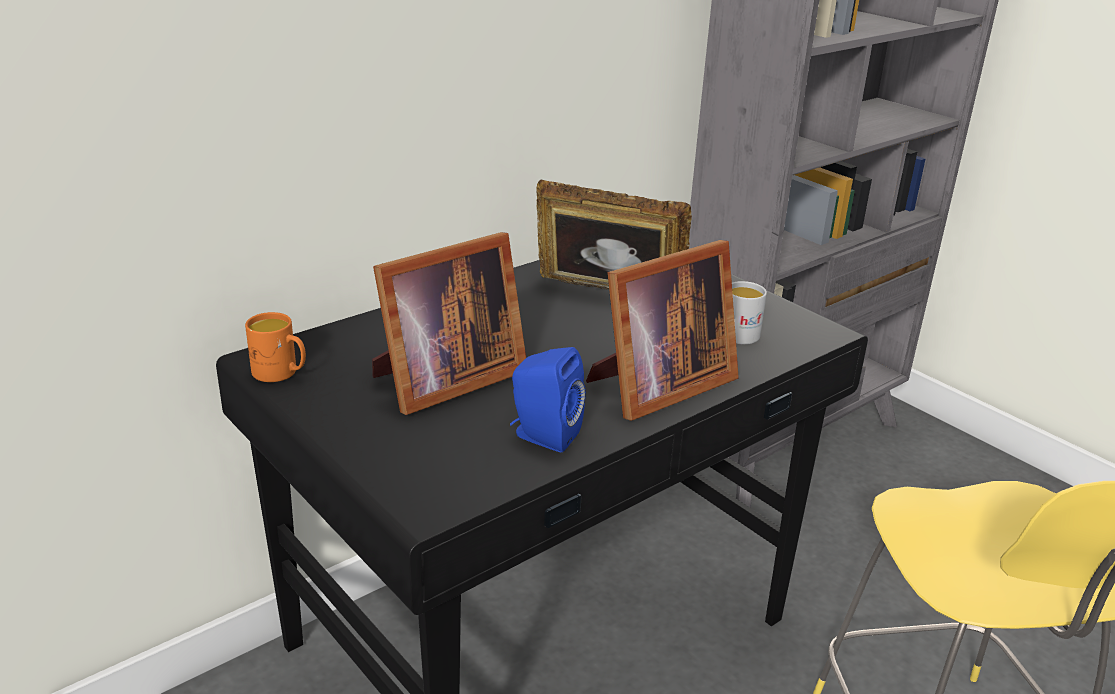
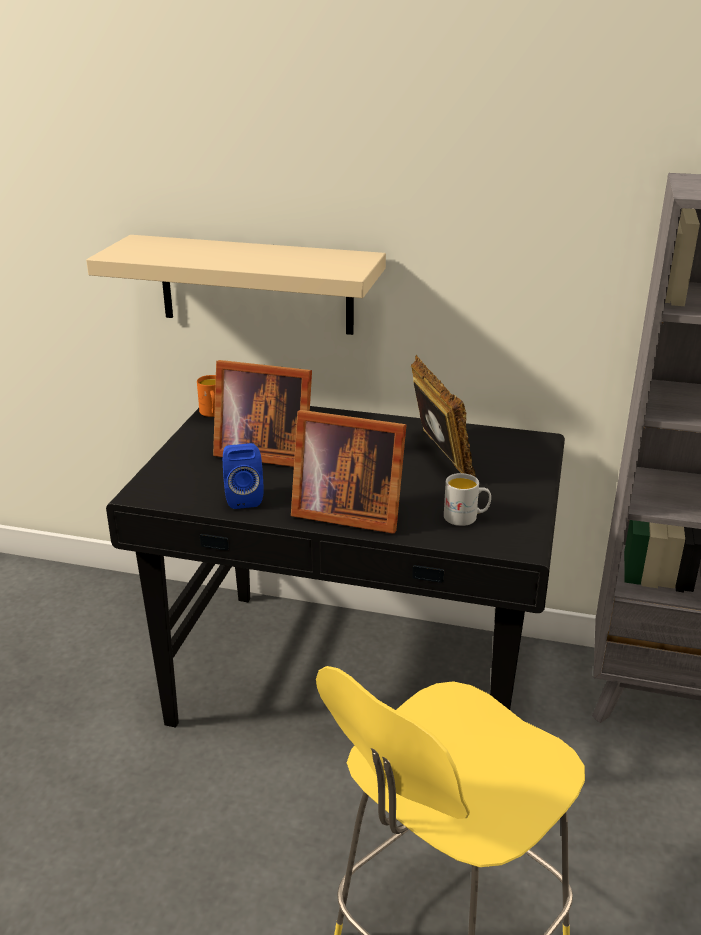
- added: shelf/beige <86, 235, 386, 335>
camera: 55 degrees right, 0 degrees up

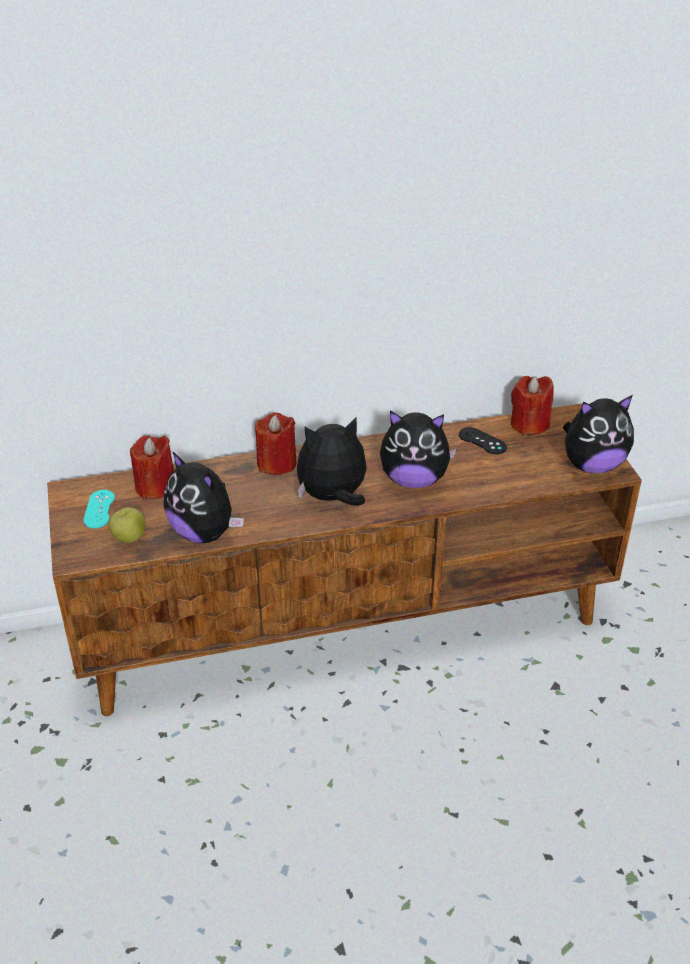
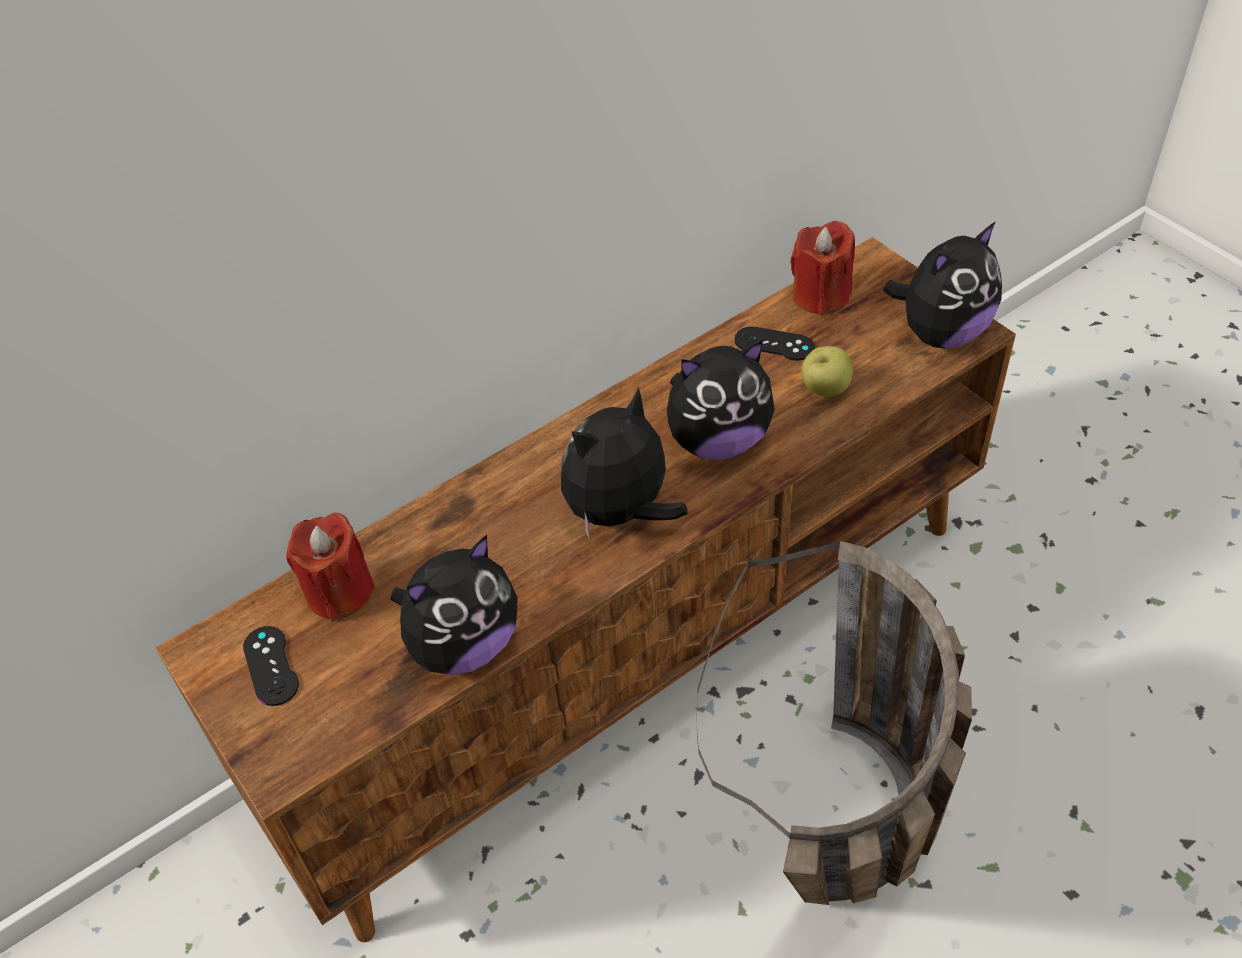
- removed: candle/red <255, 412, 297, 475>
- turned: plush toy <164, 451, 244, 543> = <390, 535, 518, 675> 60 degrees counterclockwise
- recoloured: game controller/turquoise <83, 490, 115, 528> to game controller/black <243, 626, 299, 706>
- moved: apple <108, 507, 145, 543> to <801, 346, 853, 397>
- added: basket <697, 541, 972, 905>
camera: 20 degrees left, 10 degrees up

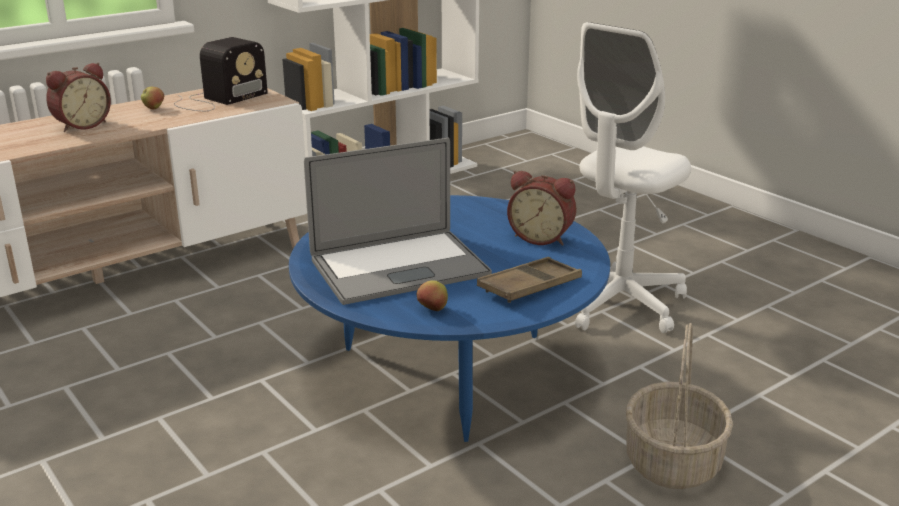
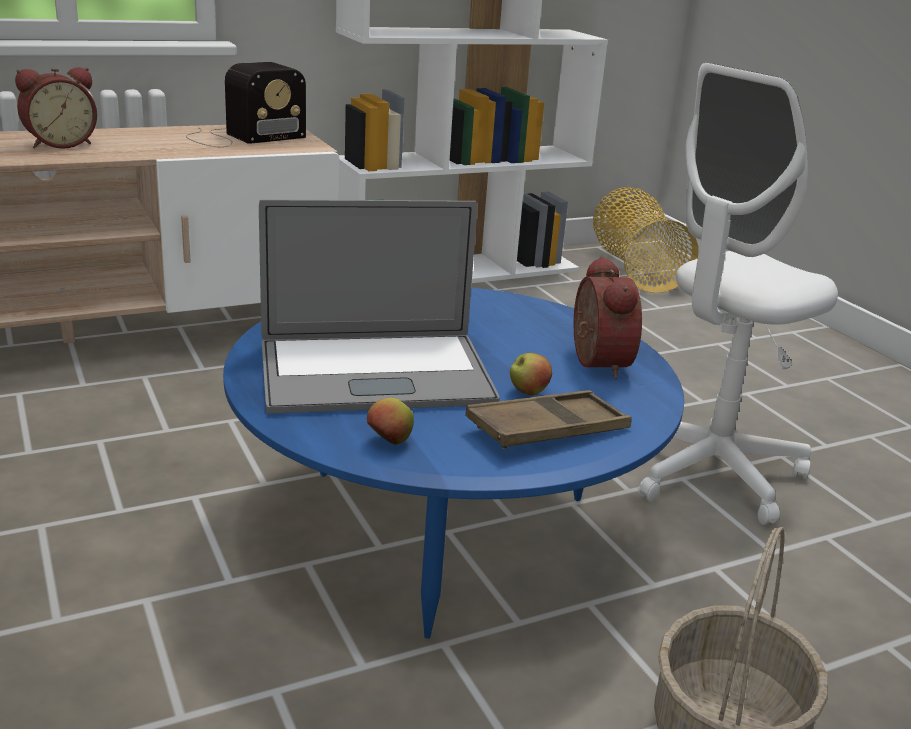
- moved: apple <141, 87, 164, 110> to <510, 353, 552, 395>
- turned: alarm clock <507, 171, 576, 246> = <574, 256, 642, 379> 135 degrees counterclockwise
- added: basket <593, 187, 699, 293>
camera: 10 degrees right, 0 degrees up

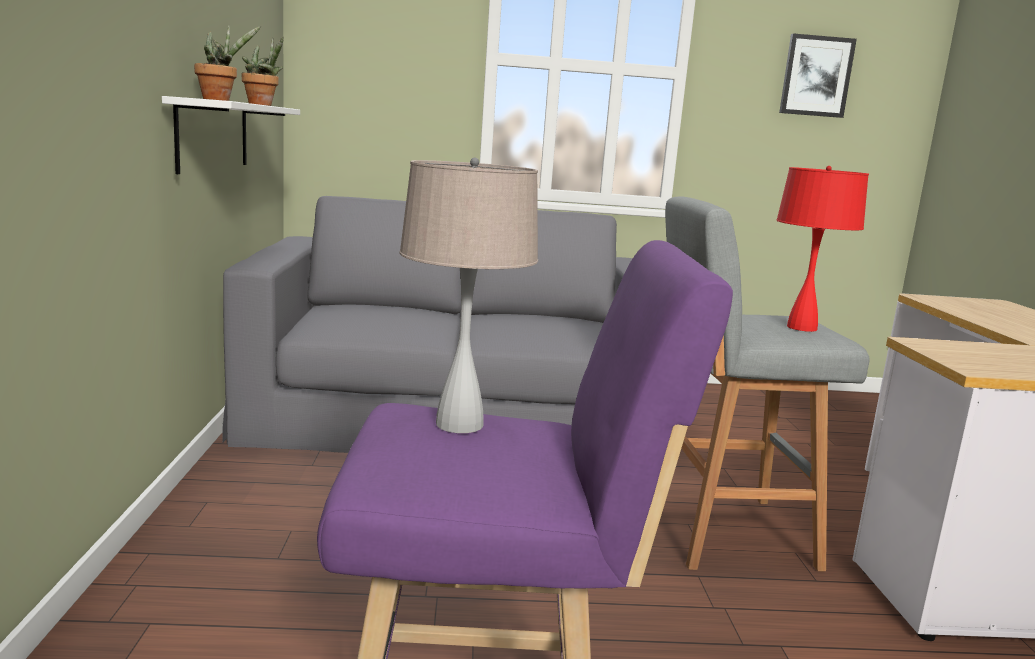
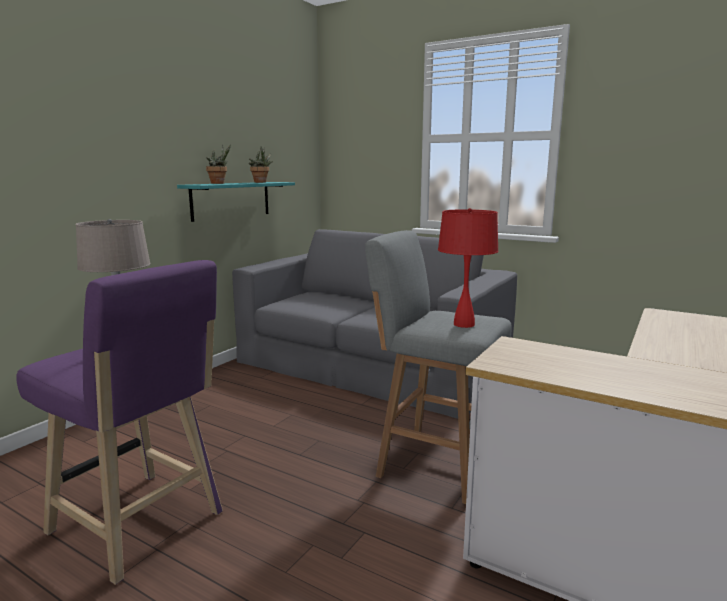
- removed: picture <779, 33, 857, 118>
- recoloured: shelf/white <162, 96, 300, 174> to shelf/turquoise <177, 182, 295, 222>
camera: 35 degrees right, 0 degrees up

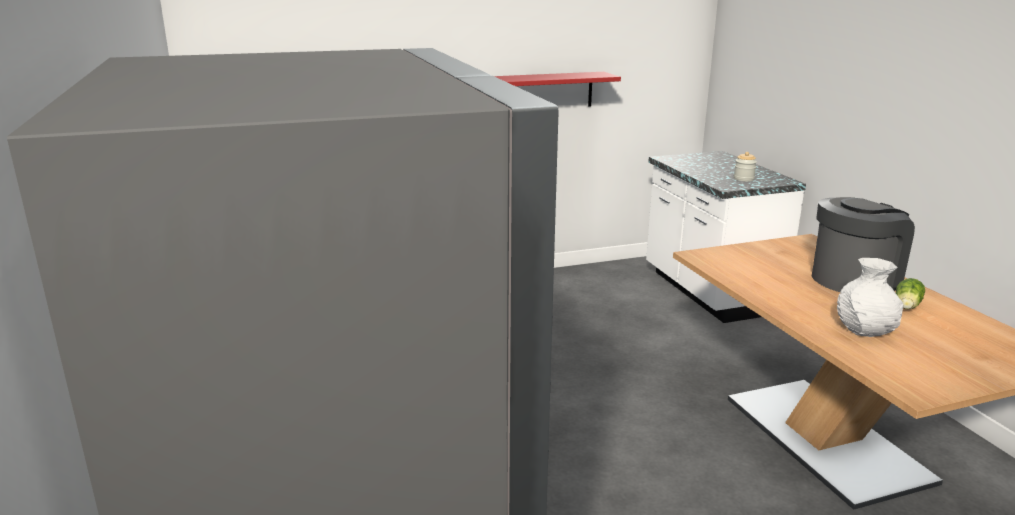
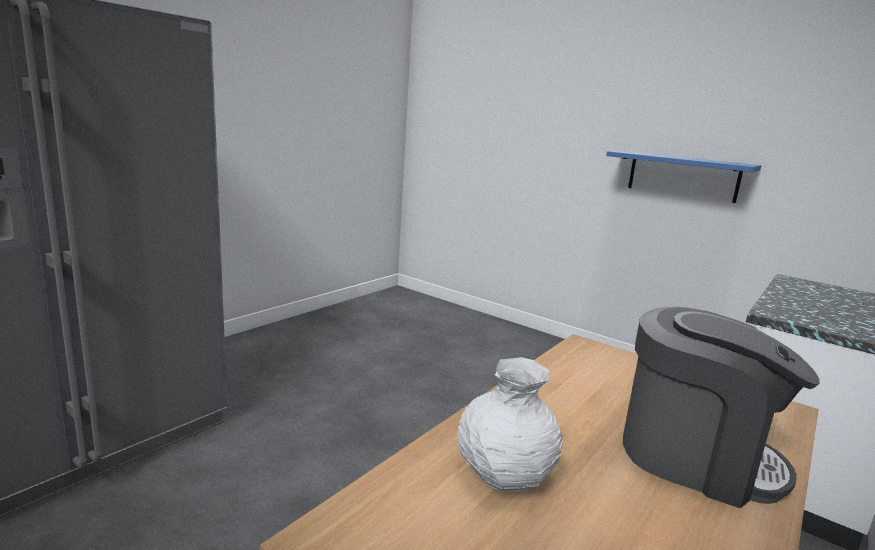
- recoloured: shelf/red <494, 72, 621, 107> to shelf/blue <606, 151, 761, 203>
- removed: jar <734, 152, 757, 181>
- removed: lettuce <896, 278, 925, 309>
camera: 55 degrees right, 5 degrees down

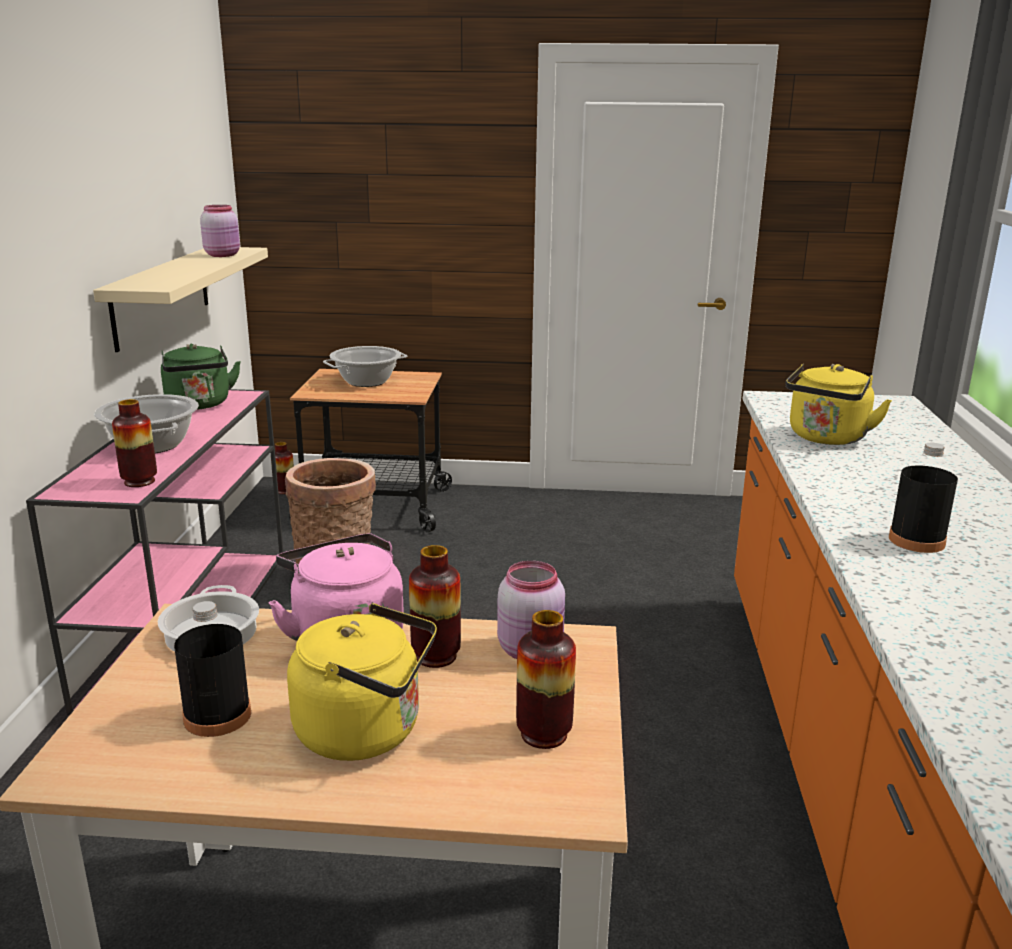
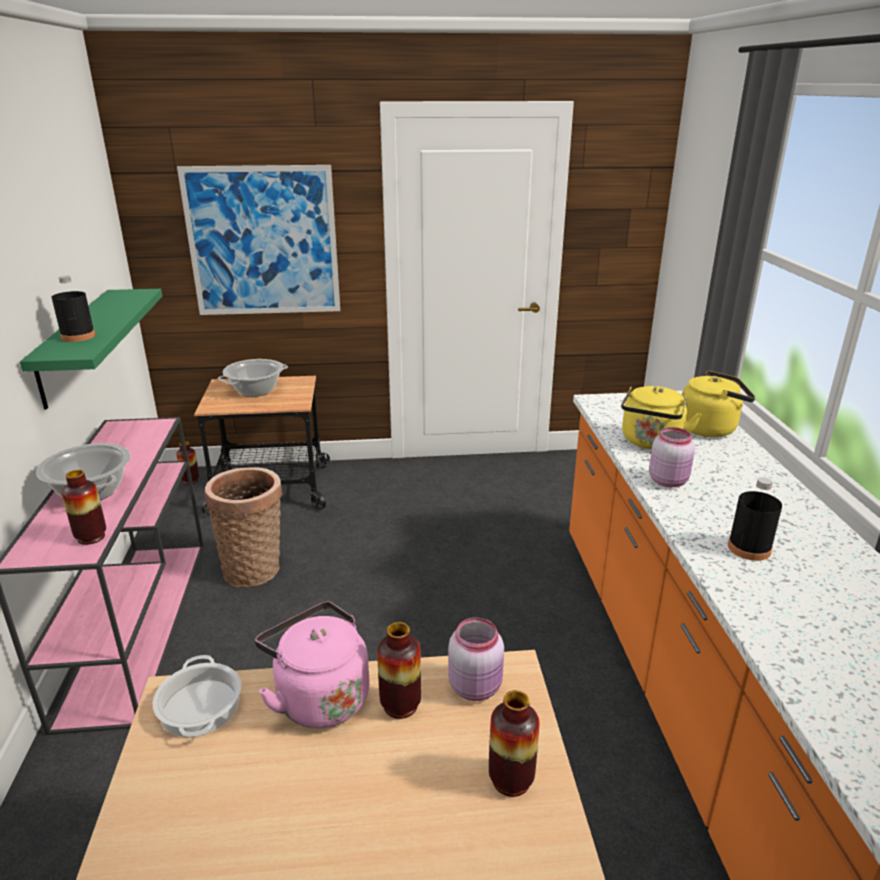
- moved: jar/pink <200, 205, 240, 257> to <649, 427, 695, 487>
- recoloured: shelf/beige <93, 247, 268, 352> to shelf/green <20, 289, 162, 410>
- removed: kettle/green <161, 344, 241, 410>
- moved: bottle/black <174, 601, 251, 737> to <52, 276, 95, 342>
- moved: kettle/yellow <287, 604, 437, 761> to <682, 371, 756, 437>
- added: picture <177, 165, 340, 315>
camera: 10 degrees left, 5 degrees up

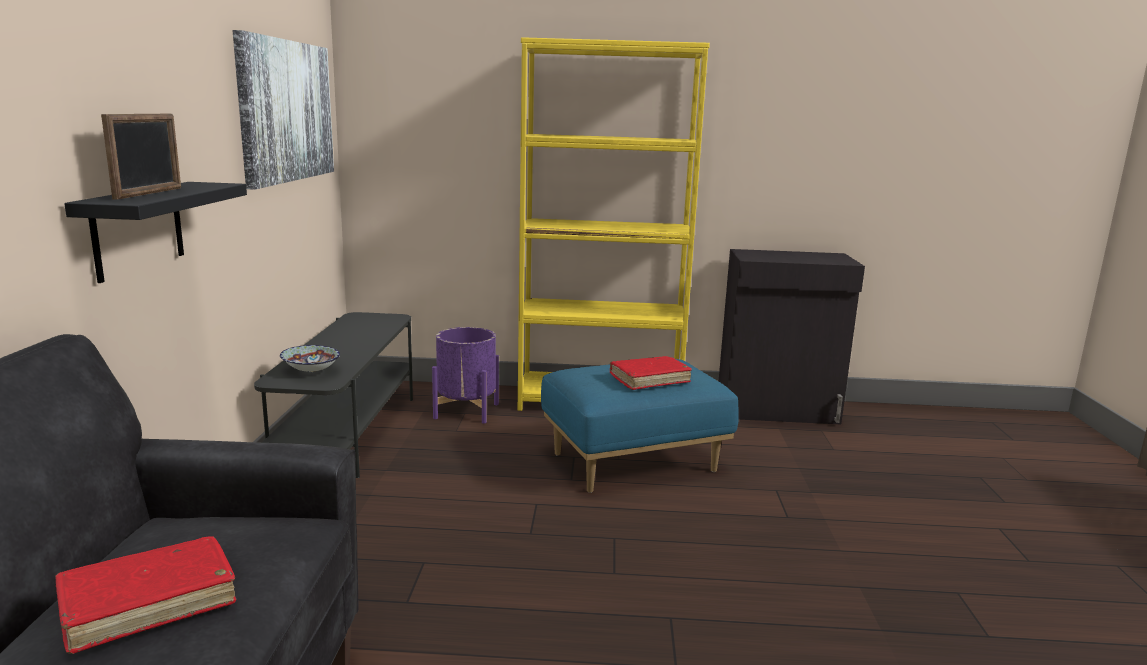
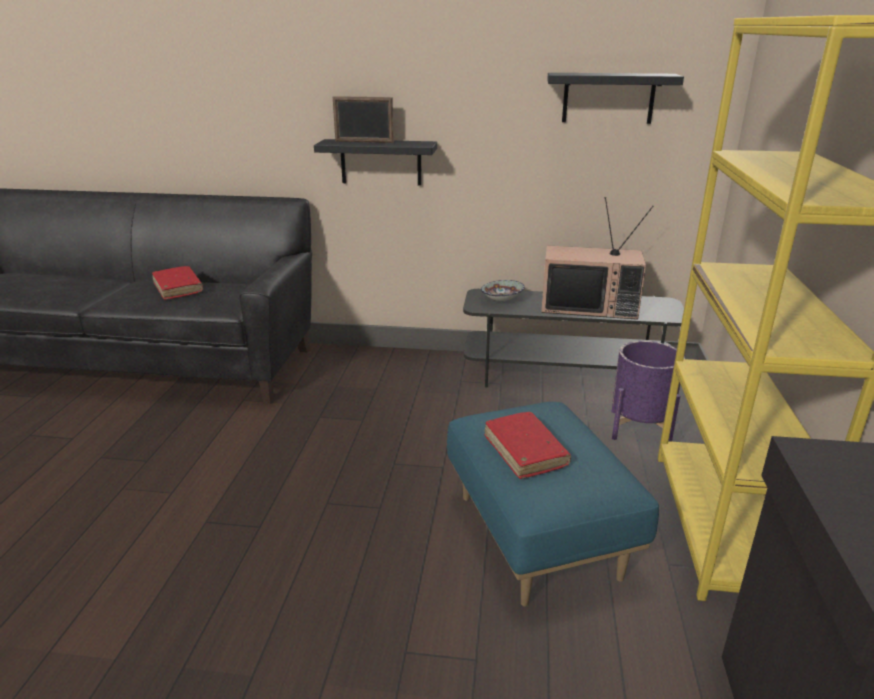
- replaced: picture <232, 30, 334, 190> to shelf/black <547, 73, 684, 124>
- added: television <541, 197, 654, 320>
camera: 95 degrees right, 10 degrees up

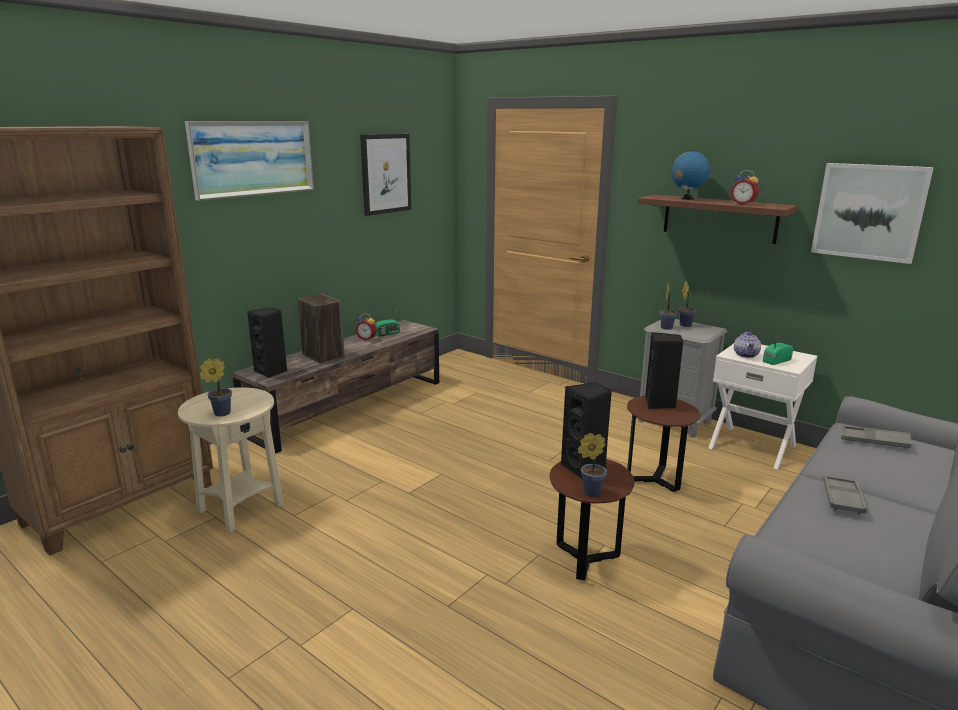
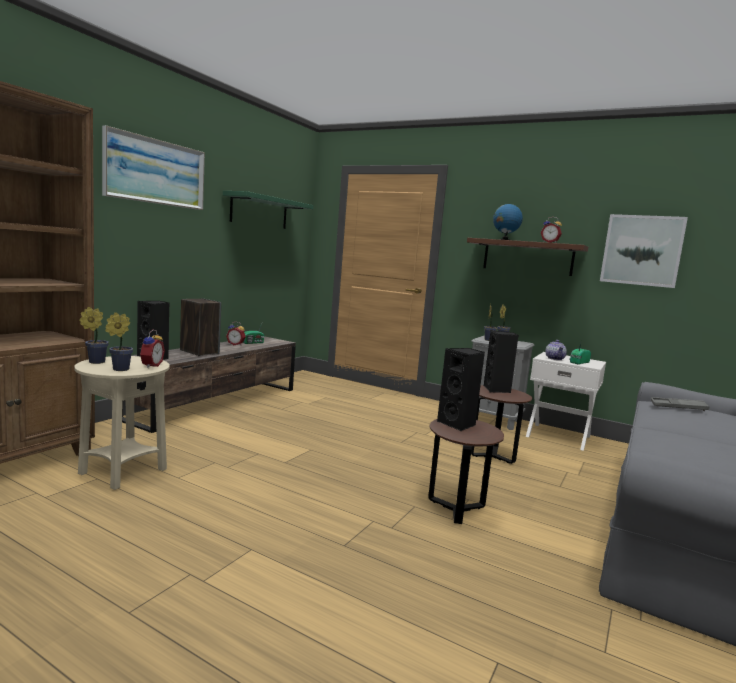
- replaced: picture <360, 134, 411, 216> to shelf/green <223, 191, 313, 229>
- moved: potted plant <578, 433, 607, 497> to <79, 307, 109, 364>
- removed: tray/grey <823, 475, 867, 515>
- added: alarm clock <139, 330, 165, 368>
camera: 10 degrees left, 10 degrees down

